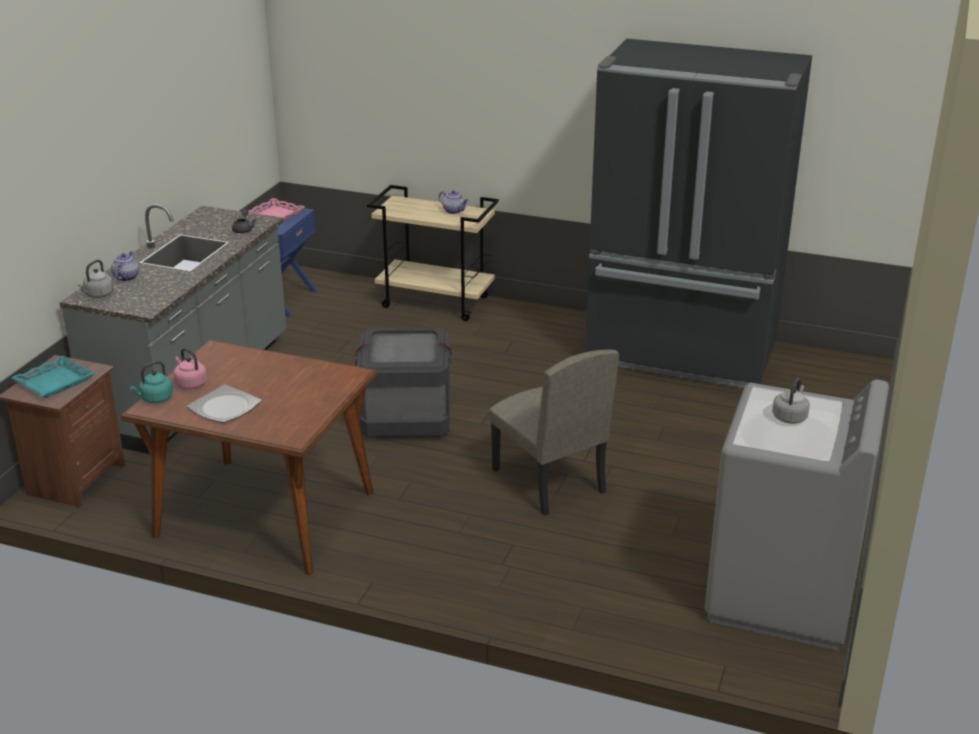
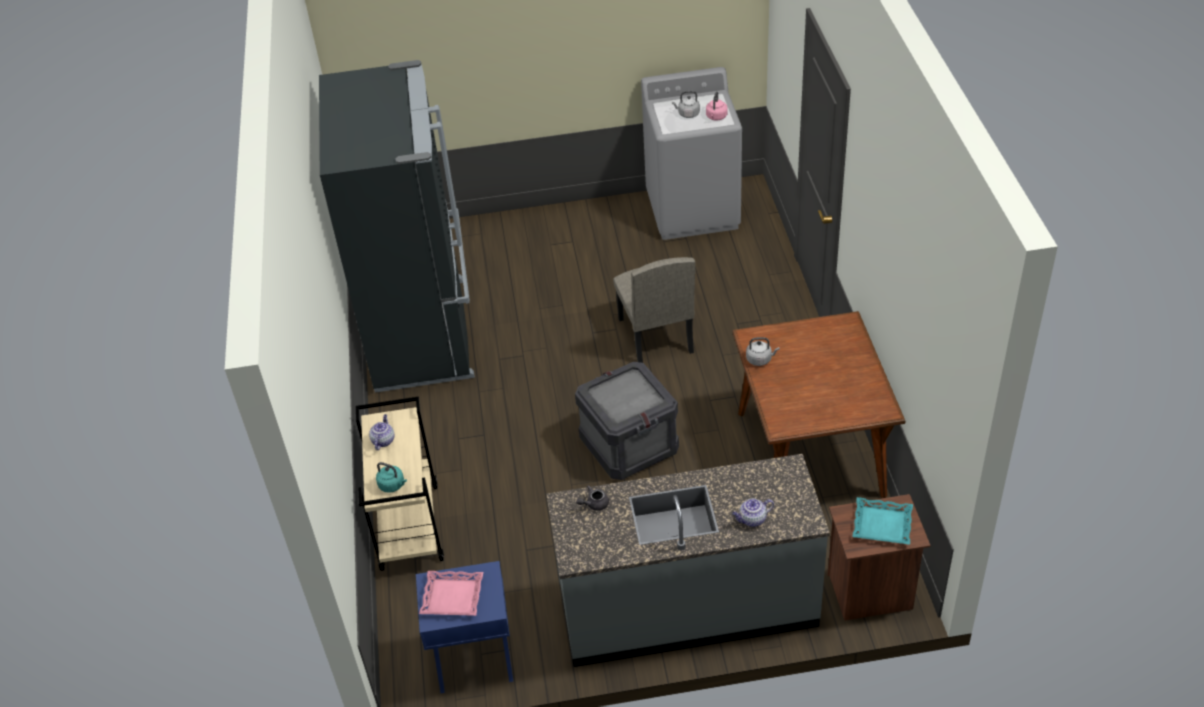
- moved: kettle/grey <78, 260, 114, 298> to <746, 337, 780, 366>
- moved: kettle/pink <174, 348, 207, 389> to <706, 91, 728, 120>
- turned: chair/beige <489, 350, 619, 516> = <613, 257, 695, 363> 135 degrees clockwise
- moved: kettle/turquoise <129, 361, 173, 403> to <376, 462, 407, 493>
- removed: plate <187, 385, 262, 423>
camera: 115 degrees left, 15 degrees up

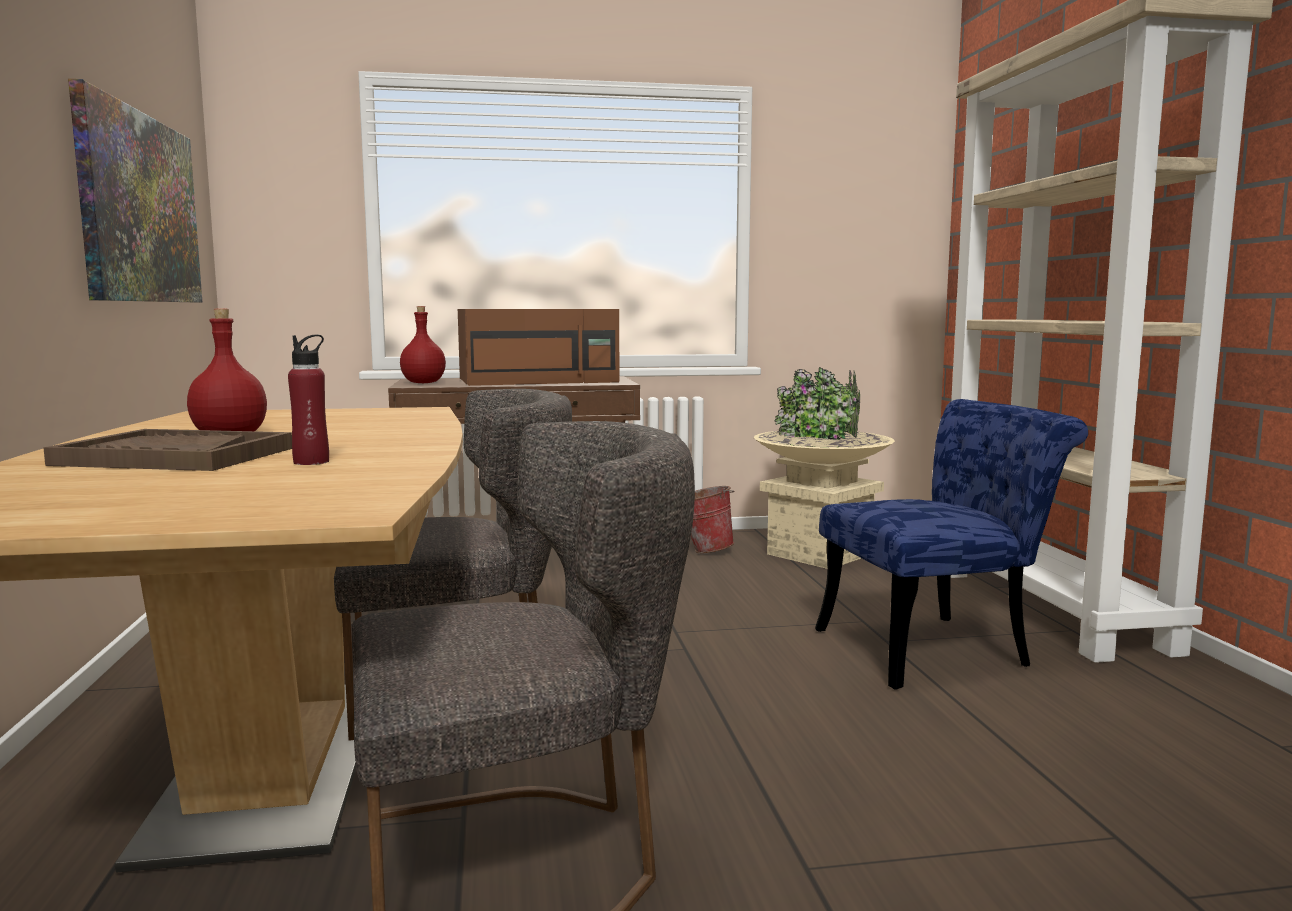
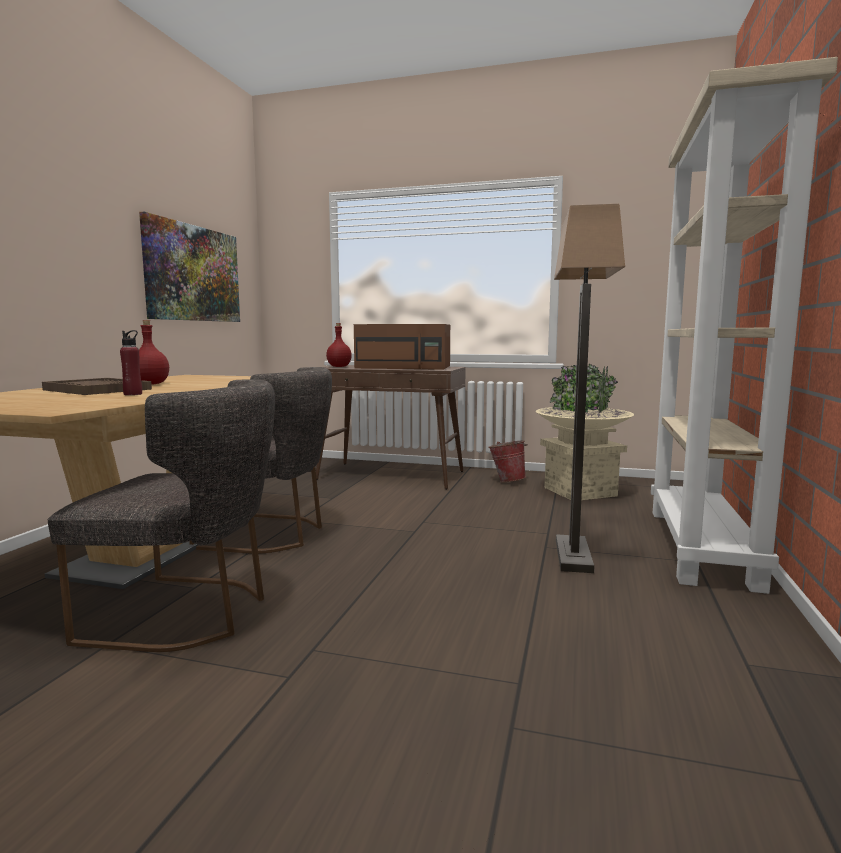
- replaced: chair/blue <815, 399, 1088, 690> to floor lamp <554, 204, 625, 573>
camera: 25 degrees right, 0 degrees up

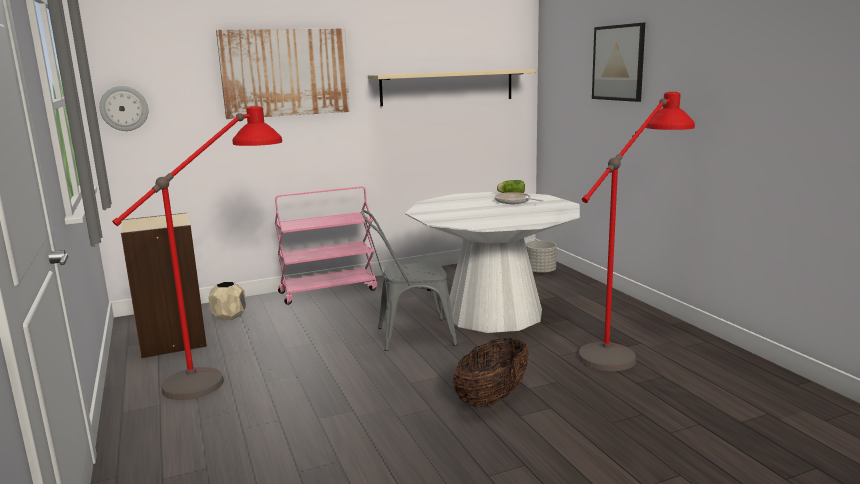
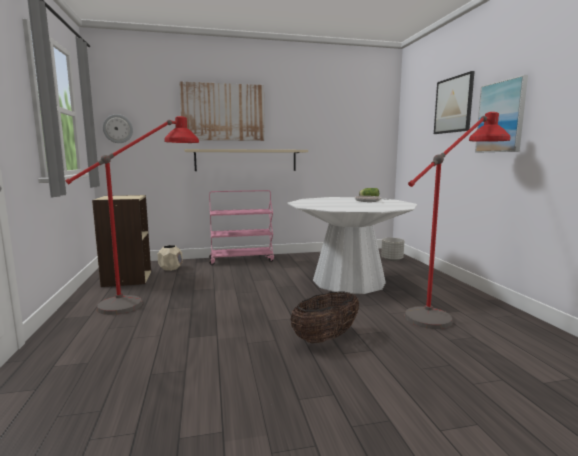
- moved: shelf/beige <368, 69, 536, 106> to <184, 149, 308, 171>
- removed: chair/grey <361, 210, 457, 351>
- added: picture <475, 75, 528, 152>
camera: 10 degrees right, 5 degrees down

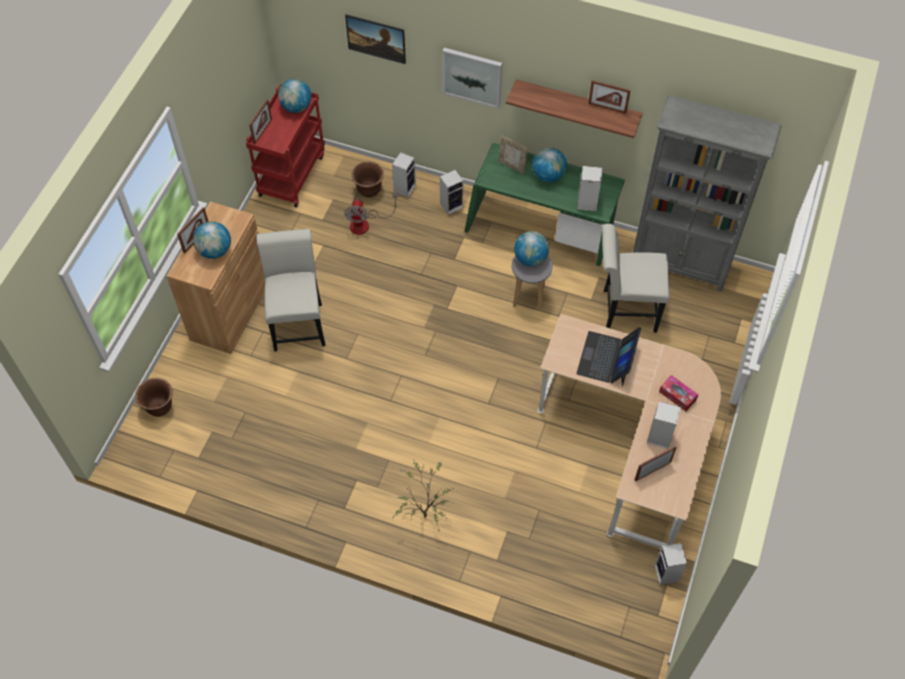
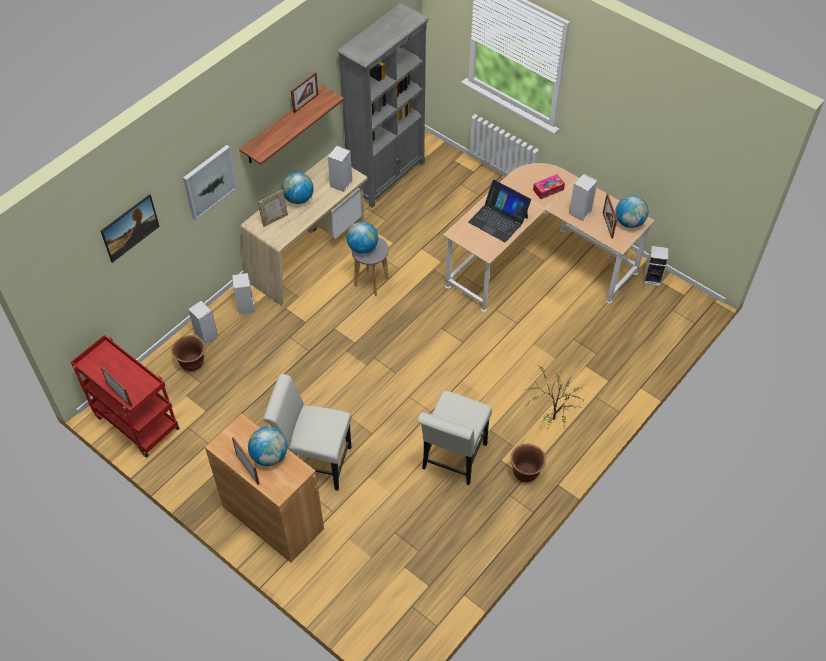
- moved: globe <278, 79, 312, 113> to <615, 195, 648, 228>
- recoloured: desk/green <464, 143, 625, 266> to desk/beige <241, 153, 368, 305>
- removed: fan <344, 193, 398, 235>
- moved: chair/white <602, 224, 670, 333> to <417, 391, 492, 485>
- moved: planter/brown <135, 378, 173, 417> to <511, 443, 546, 482>
camera: 70 degrees left, 5 degrees down

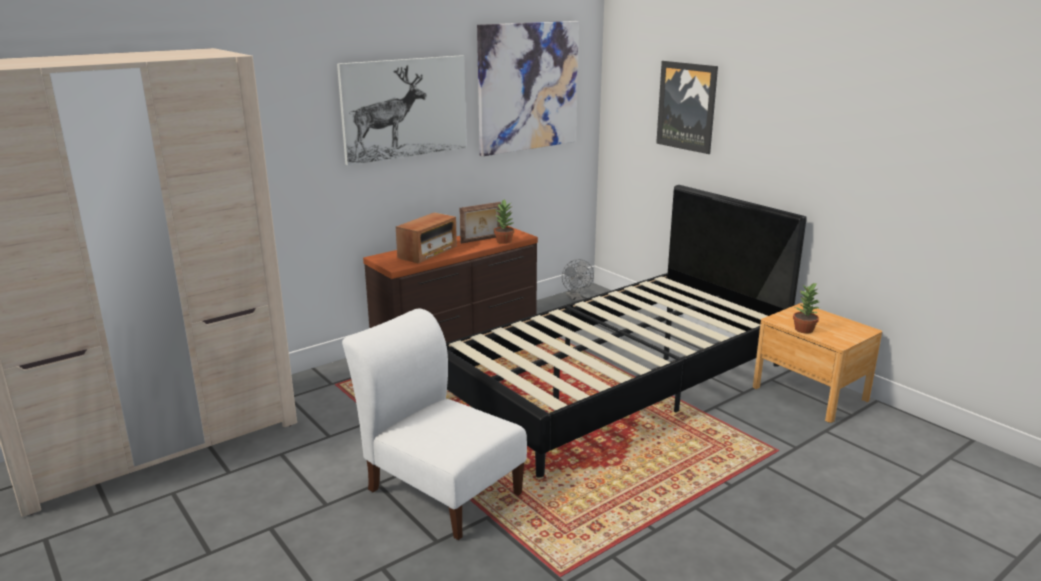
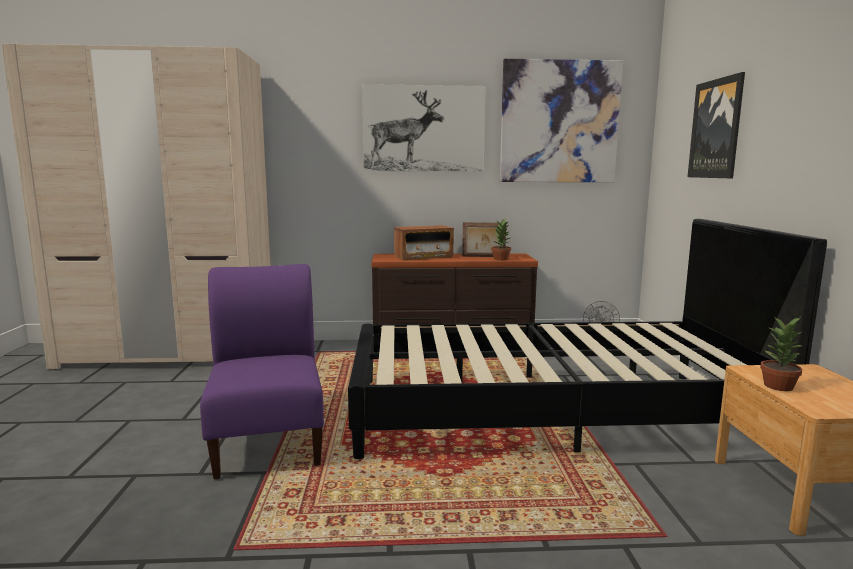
- recoloured: chair/white <342, 308, 527, 540> to chair/purple <200, 264, 324, 479>
camera: 35 degrees right, 10 degrees down

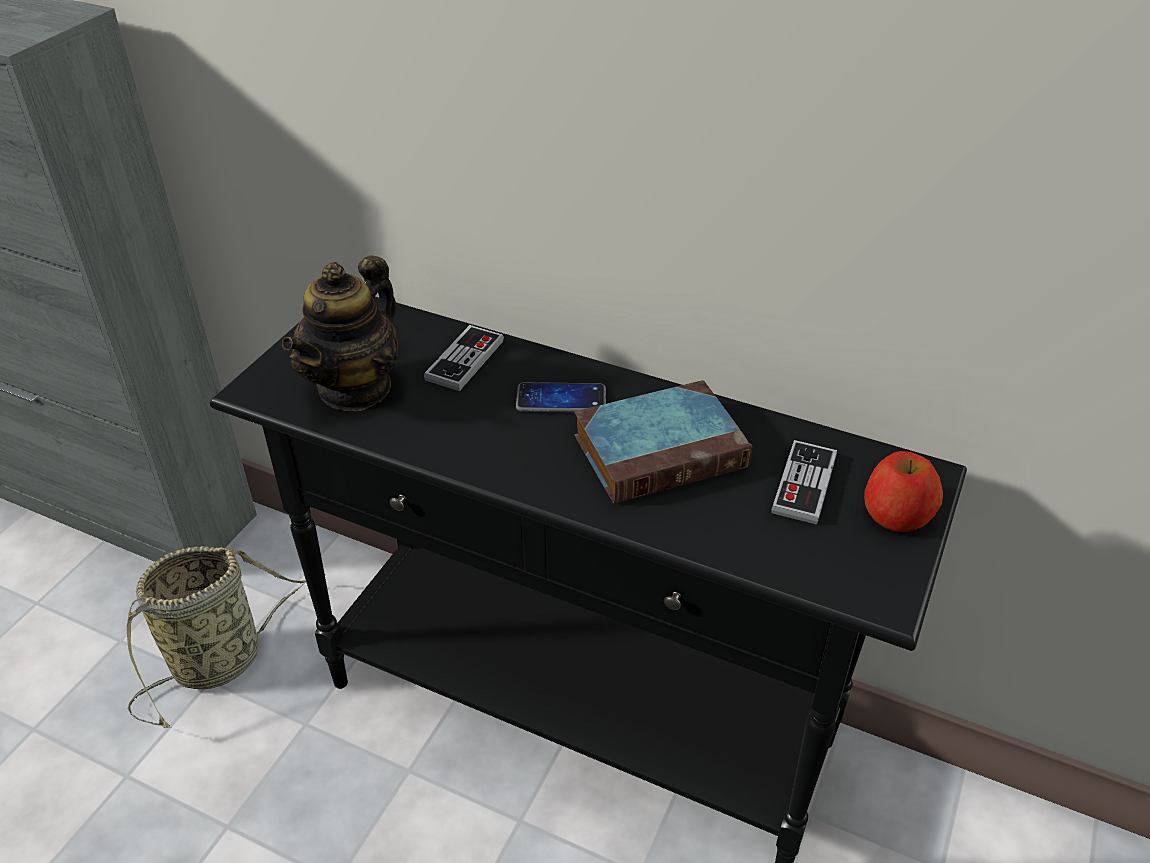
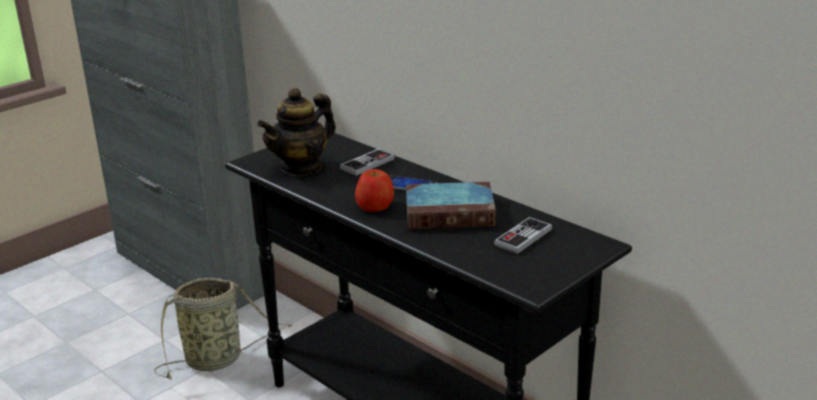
- moved: apple <864, 451, 943, 532> to <355, 169, 394, 212>
camera: 20 degrees right, 15 degrees down

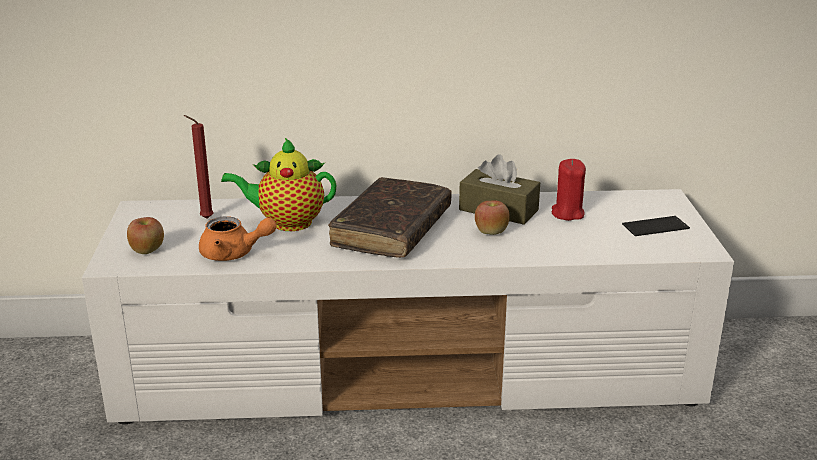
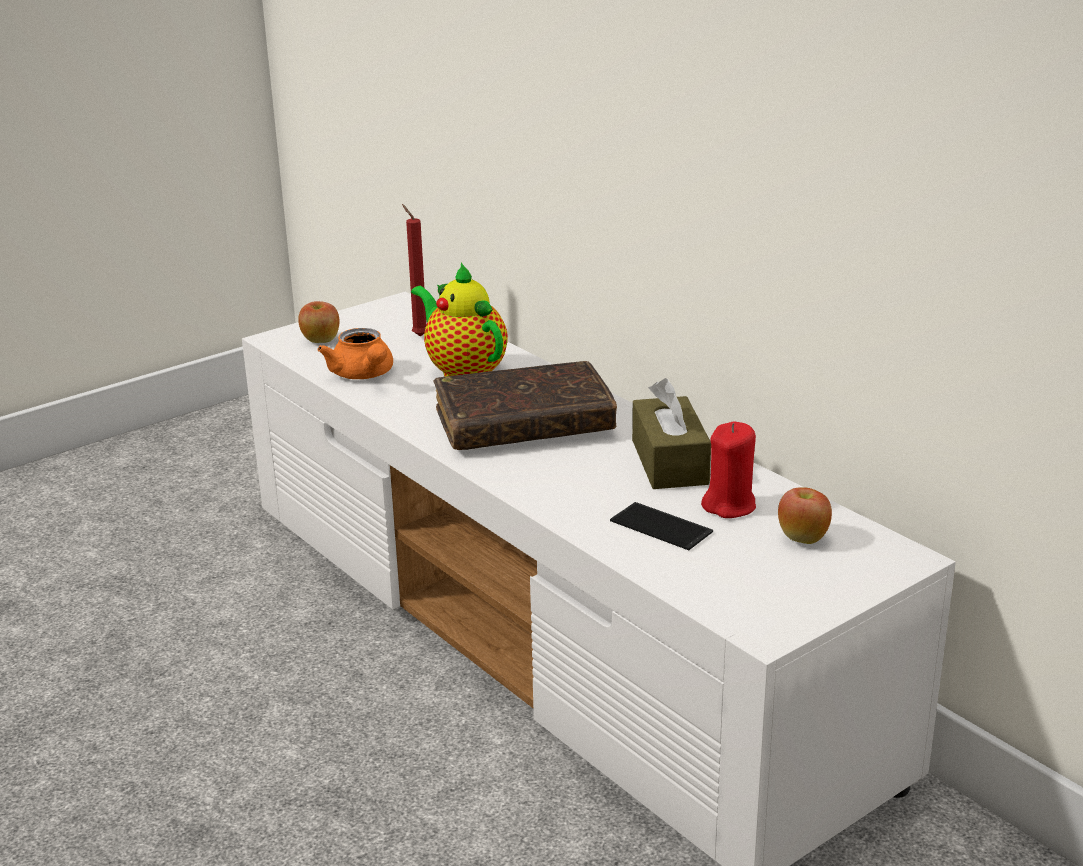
- moved: apple <475, 200, 510, 235> to <778, 487, 832, 544>
- moved: phone <622, 216, 690, 236> to <610, 502, 713, 550>
camera: 55 degrees right, 0 degrees up

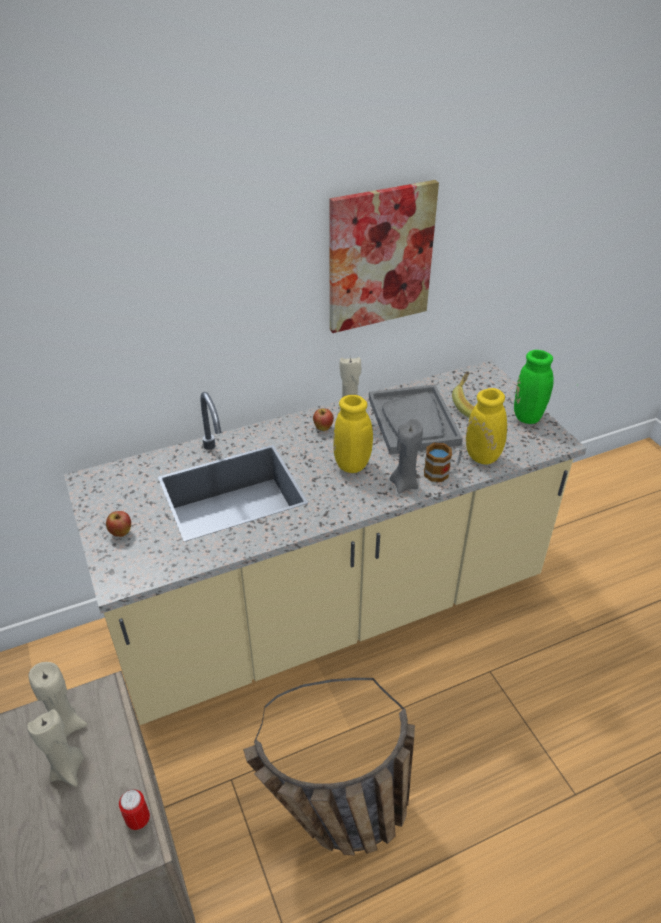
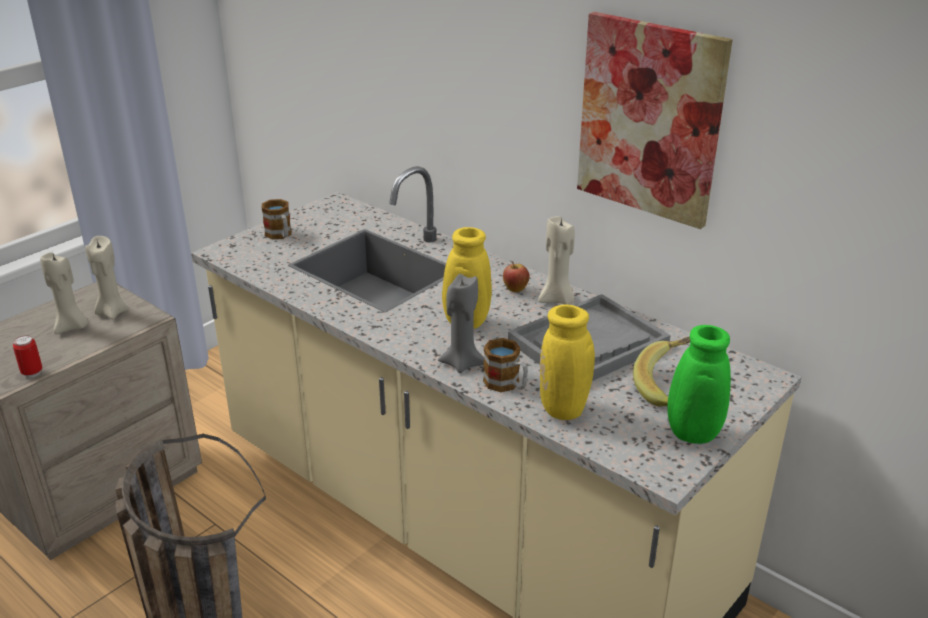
- replaced: apple <106, 511, 131, 537> to mug <261, 199, 291, 239>
camera: 65 degrees right, 10 degrees down

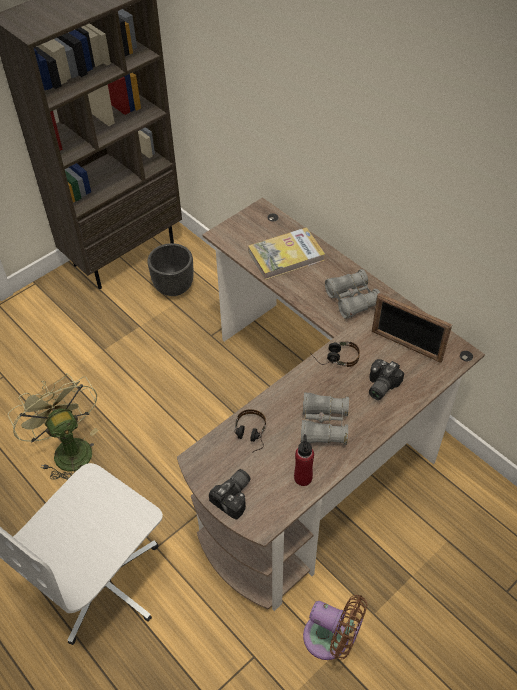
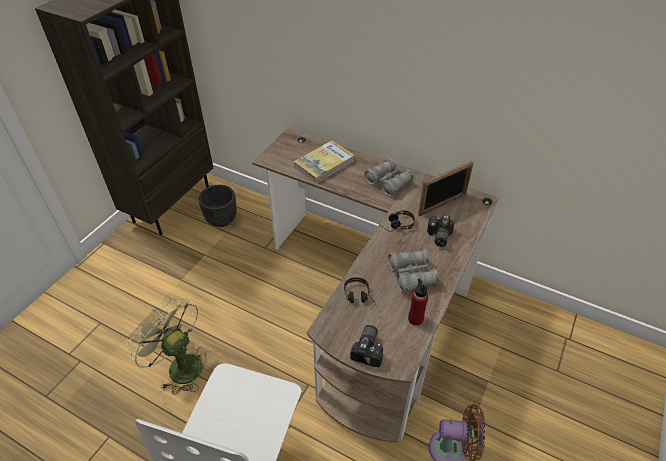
- turned: picture frame <372, 293, 452, 363> = <418, 161, 474, 216> 45 degrees counterclockwise
camera: 20 degrees left, 5 degrees down

